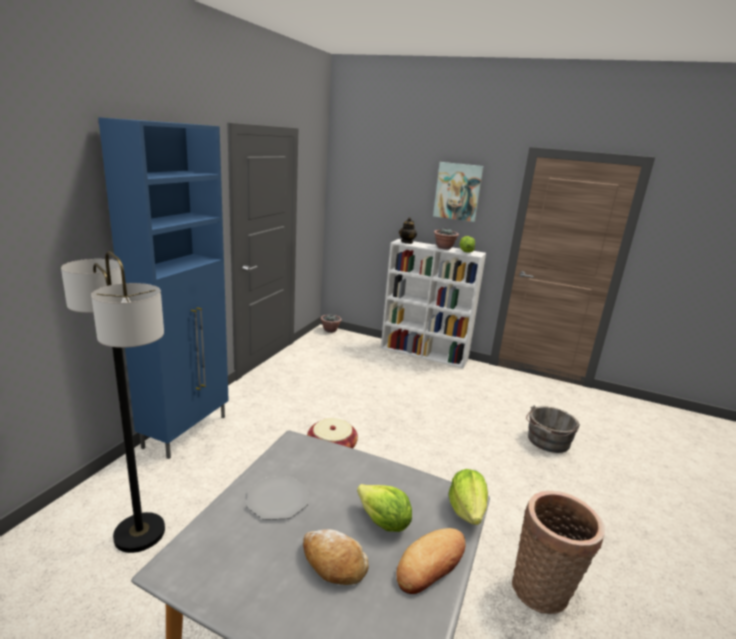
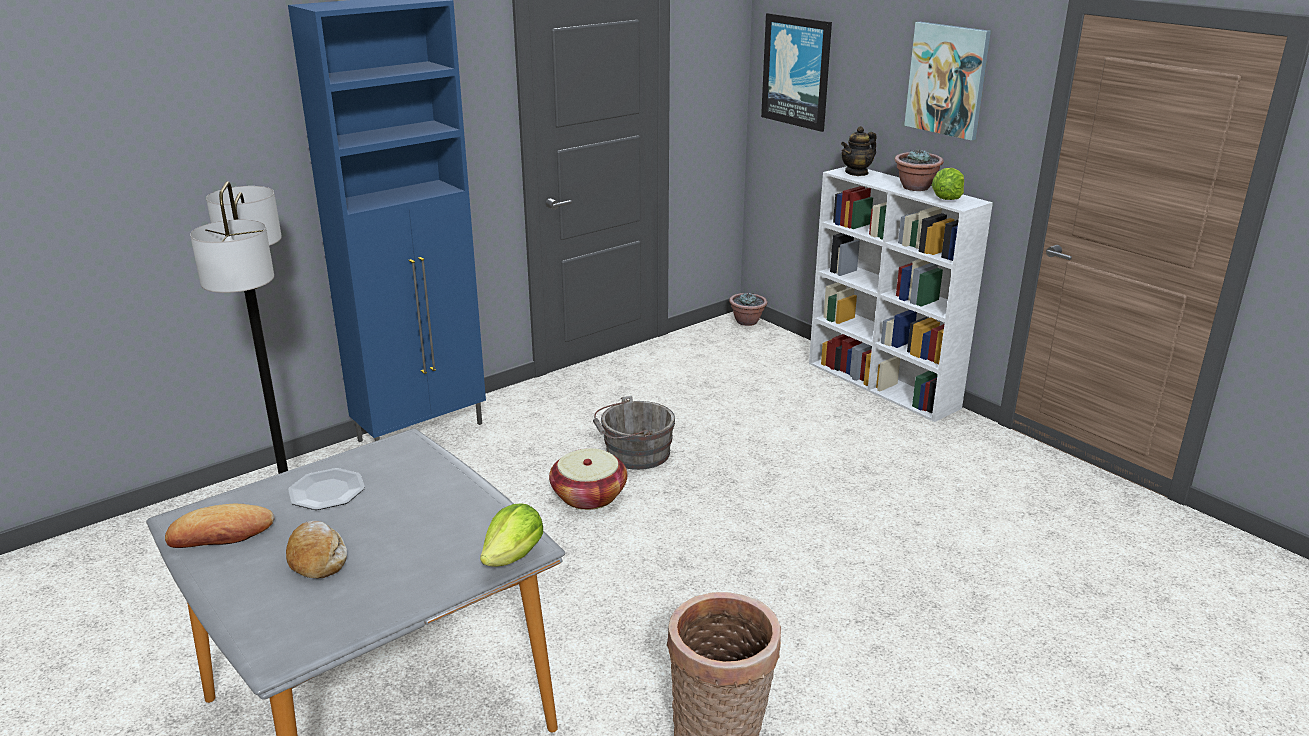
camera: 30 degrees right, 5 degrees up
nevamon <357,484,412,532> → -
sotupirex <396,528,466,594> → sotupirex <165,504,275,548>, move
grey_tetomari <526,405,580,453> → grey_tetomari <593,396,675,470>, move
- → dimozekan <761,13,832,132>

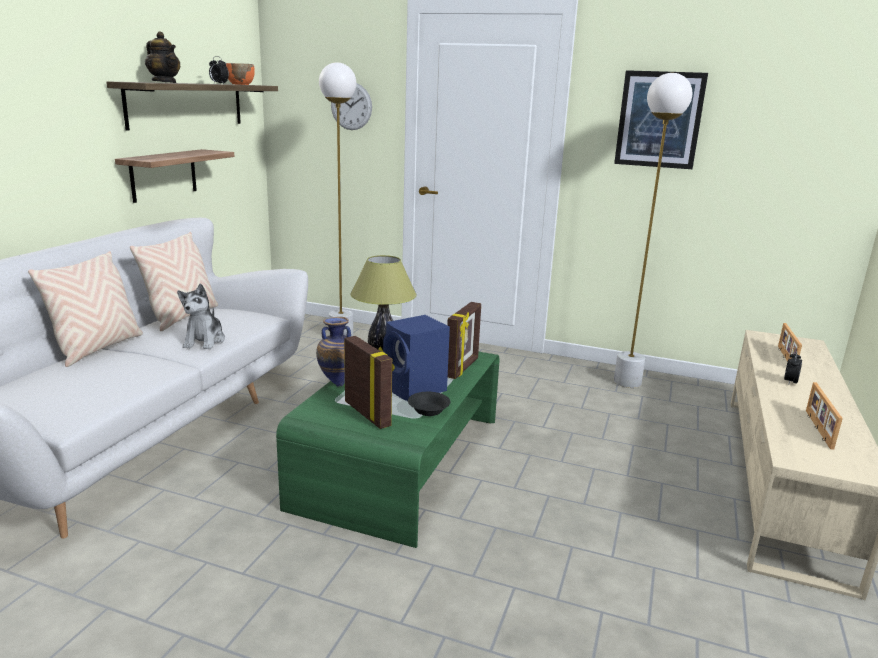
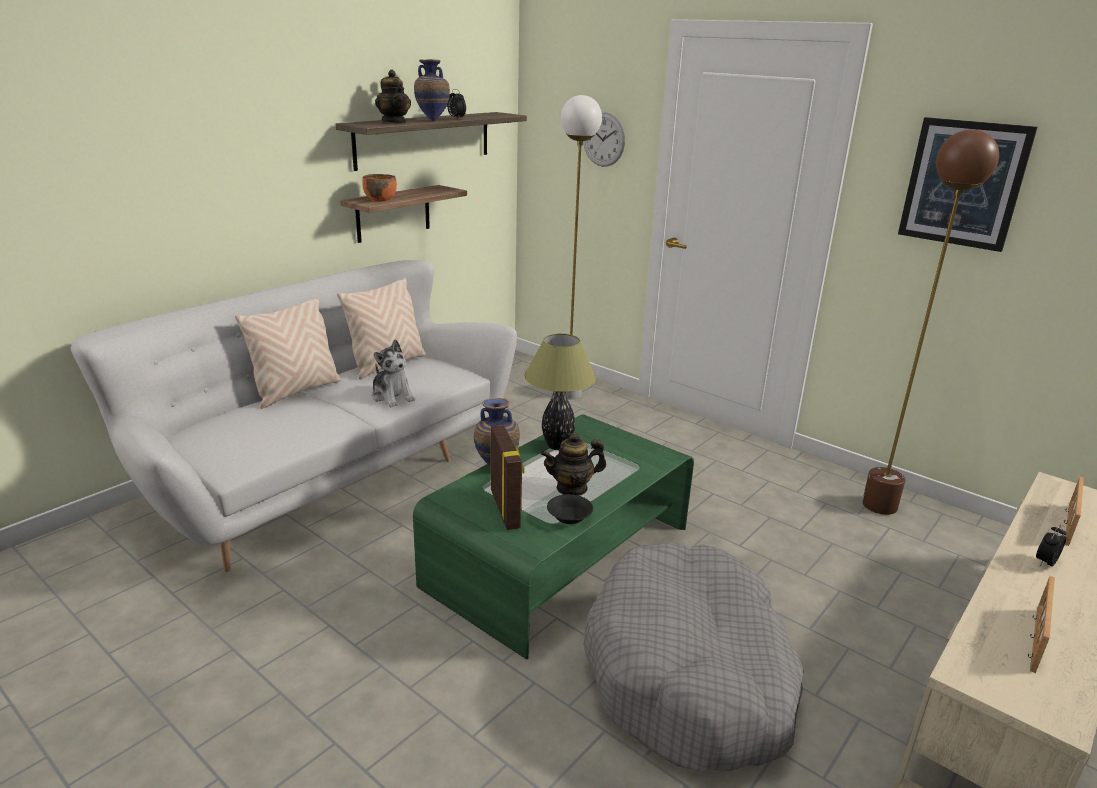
camera: 20 degrees right, 5 degrees up
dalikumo <177,283,225,349> → dalikumo <372,339,415,407>, 60 degrees counterclockwise
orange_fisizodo <226,63,255,85> → orange_fisizodo <362,174,397,202>, move
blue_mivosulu <383,315,450,401> → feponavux <541,433,606,496>
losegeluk <447,302,481,379> → -
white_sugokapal <614,73,692,388> → brown_sugokapal <862,129,999,515>
- → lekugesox <414,59,450,121>
- → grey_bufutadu <584,542,804,771>

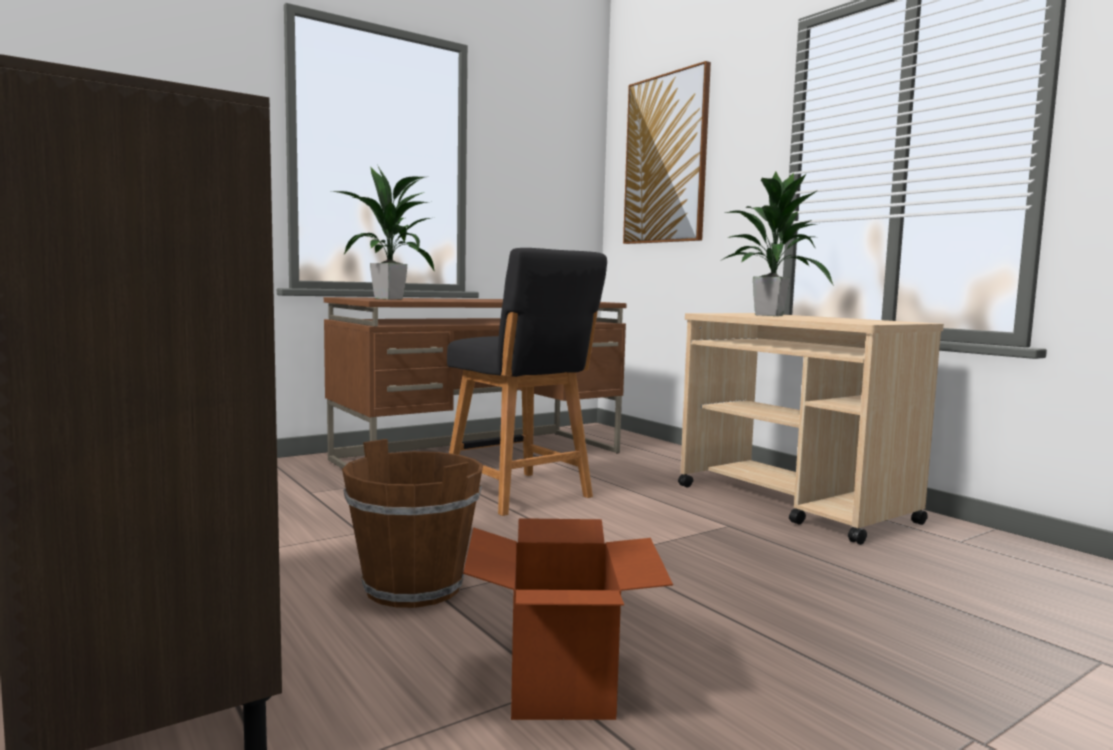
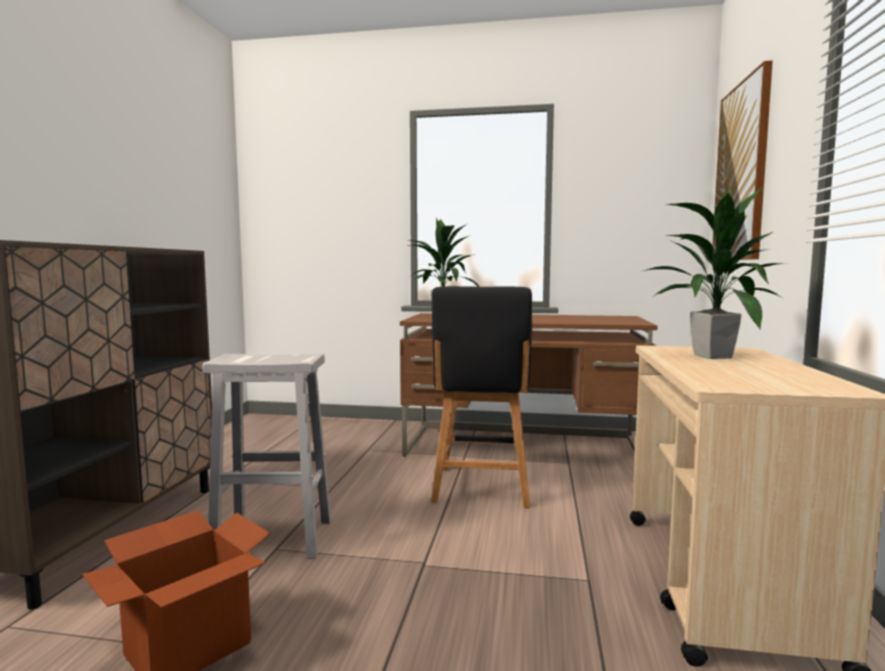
camera: 45 degrees right, 0 degrees up
brown_tetomari <342,439,483,608> → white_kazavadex <202,354,331,559>

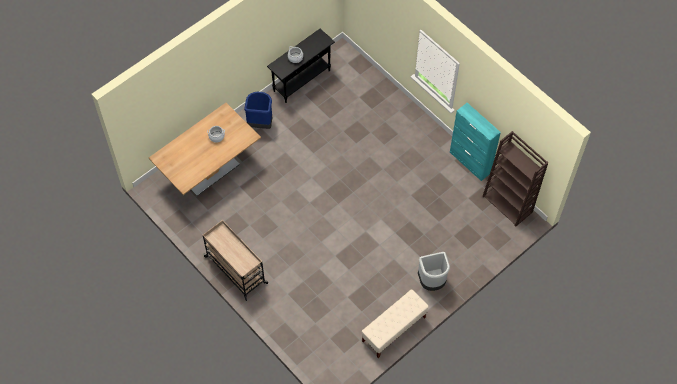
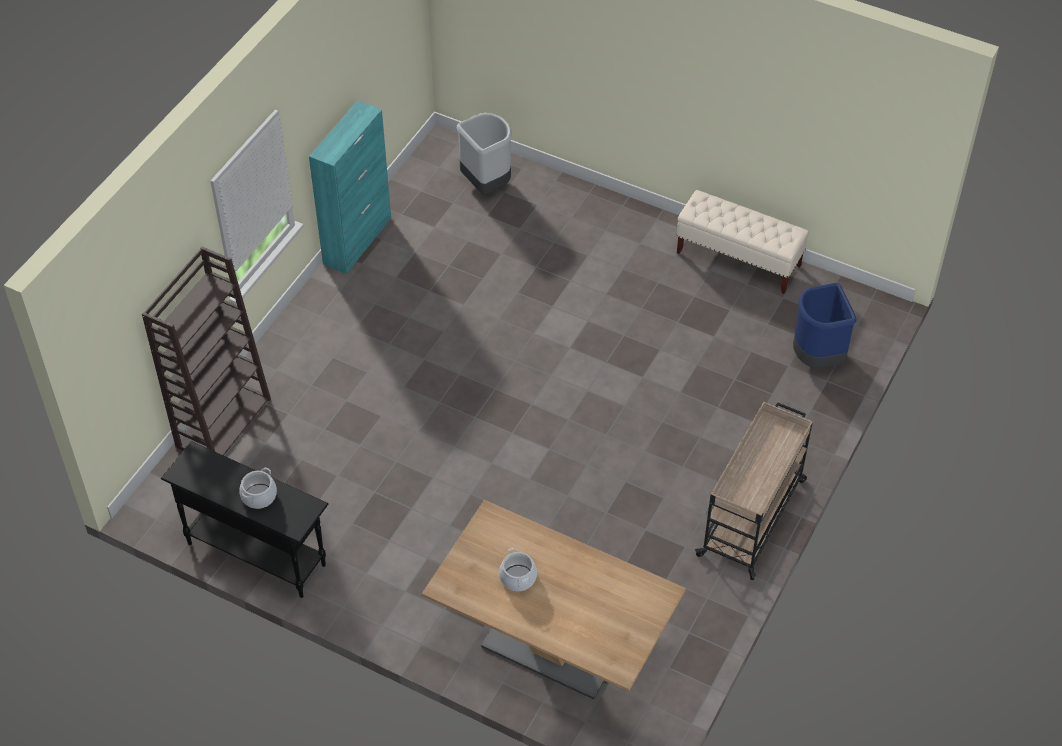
camera: 110 degrees left, 10 degrees down
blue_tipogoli <244,92,272,129> → blue_tipogoli <793,283,856,368>, move
grey_tipogoli <418,252,450,291> → grey_tipogoli <456,113,512,195>, move
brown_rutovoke <483,131,548,227> → brown_rutovoke <142,247,271,456>, move

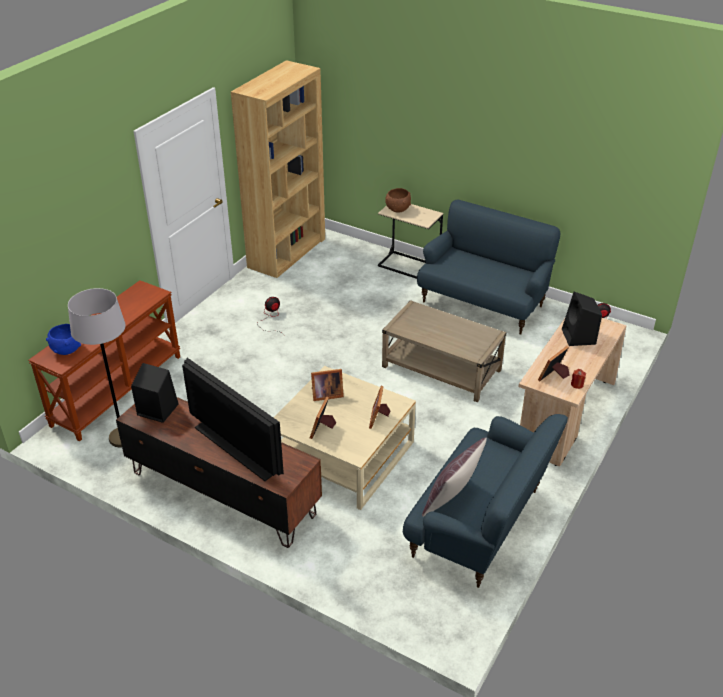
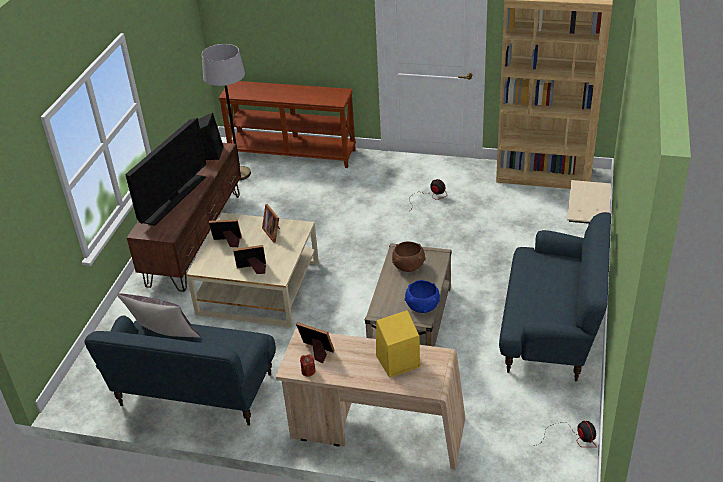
camera: 75 degrees right, 0 degrees up
blue_fisizodo <46,324,81,355> → blue_fisizodo <404,280,440,313>, move
brown_fisizodo <385,188,411,212> → brown_fisizodo <392,242,426,272>, move
black_mivosulu <562,292,602,346> → yellow_mivosulu <376,310,420,378>

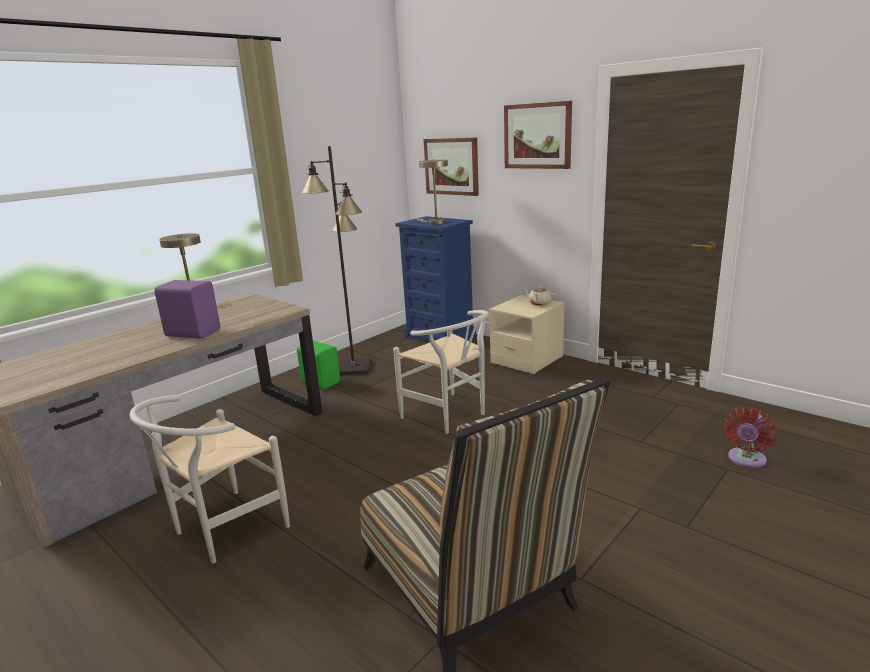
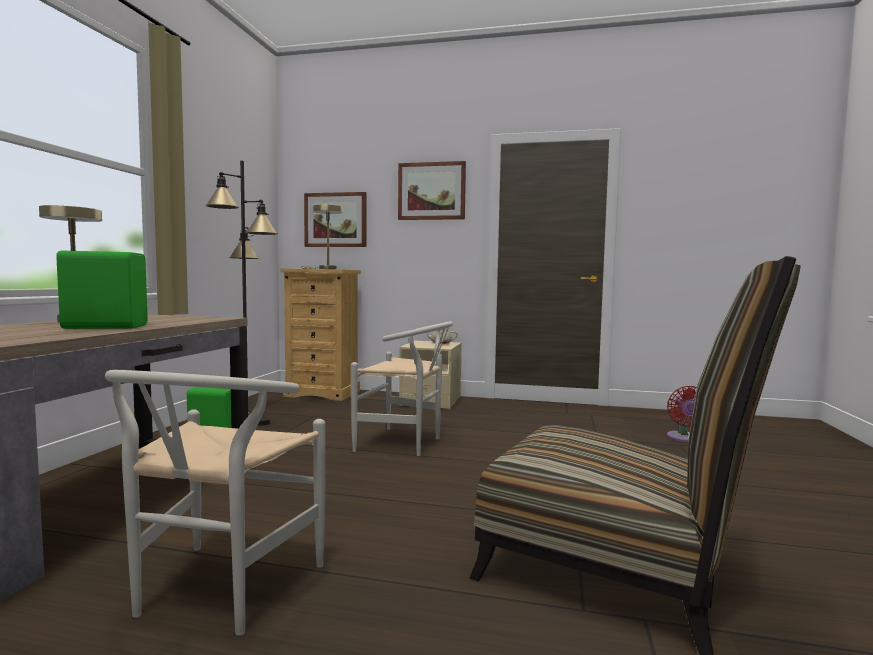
camera: 30 degrees left, 15 degrees down
purple_mivosulu <154,280,220,339> → green_mivosulu <56,251,148,329>
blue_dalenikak <395,216,476,342> → beige_dalenikak <280,269,361,401>

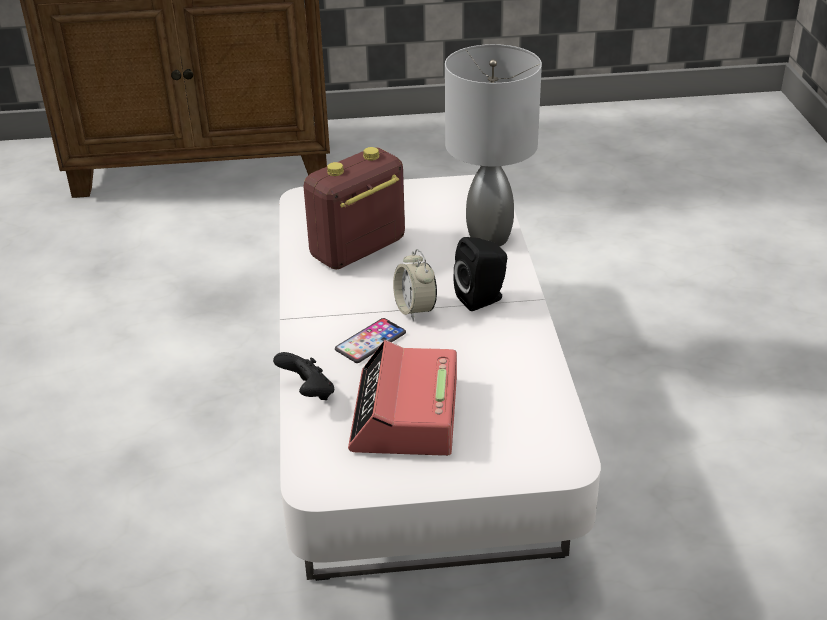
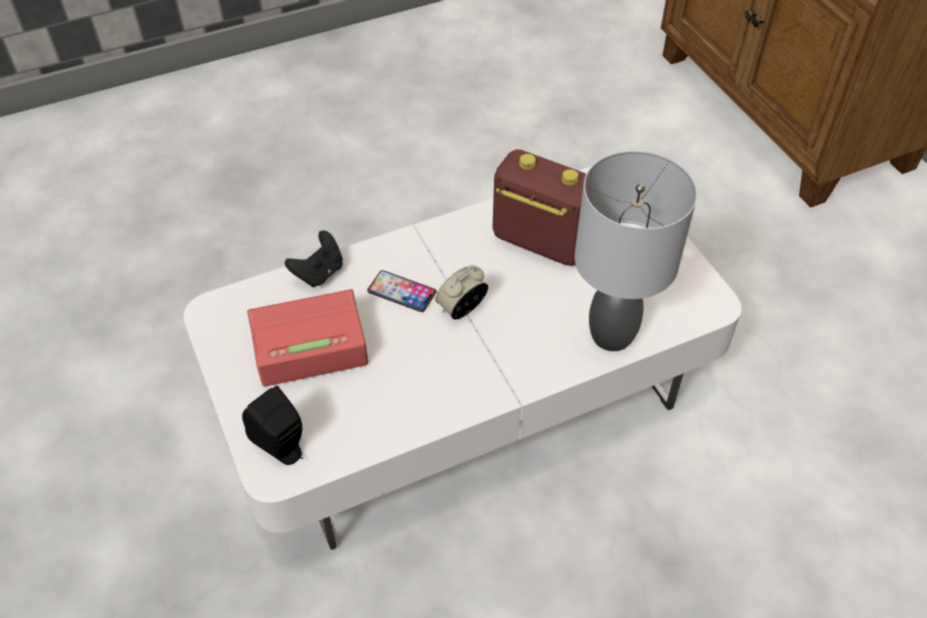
camera: 70 degrees right, 15 degrees up
black_mivosulu <453,237,507,311> → black_mivosulu <242,386,303,465>, move

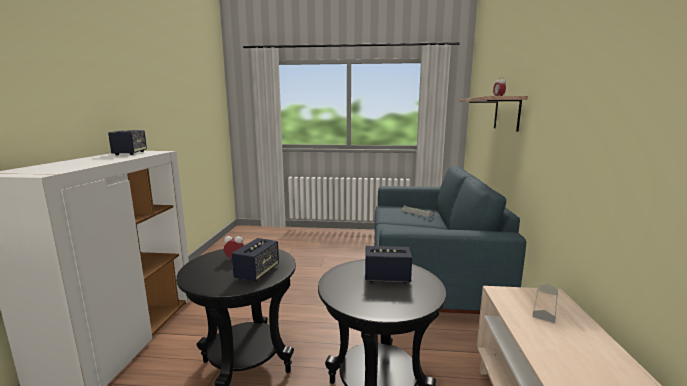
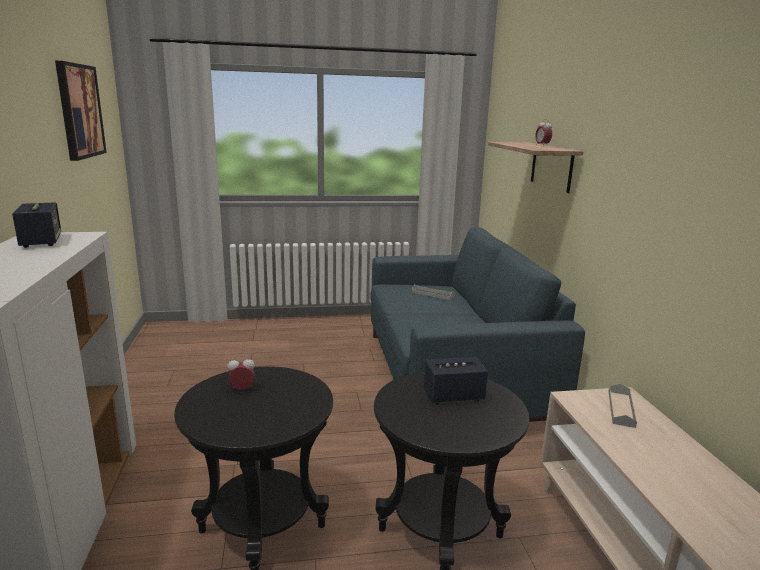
camera: 15 degrees left, 5 degrees up
mivosulu <232,238,279,282> → -
- → dimozekan <55,61,107,161>

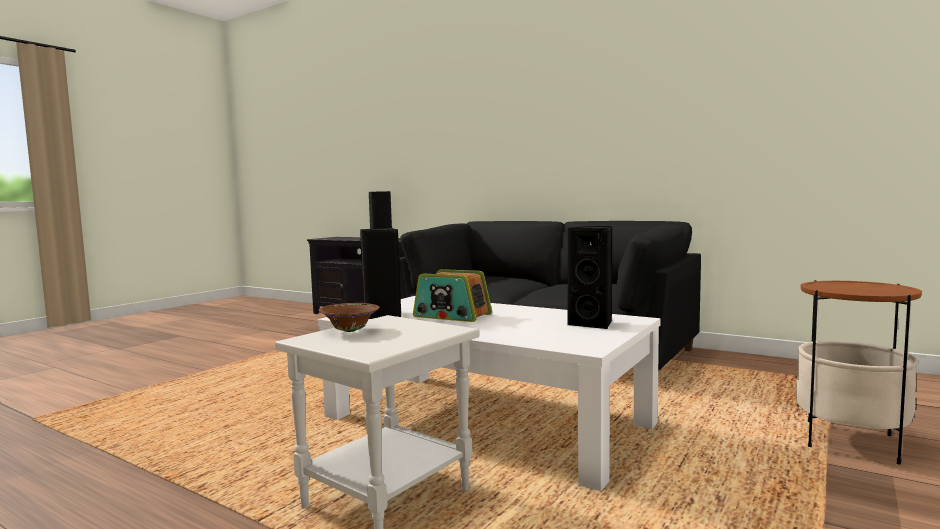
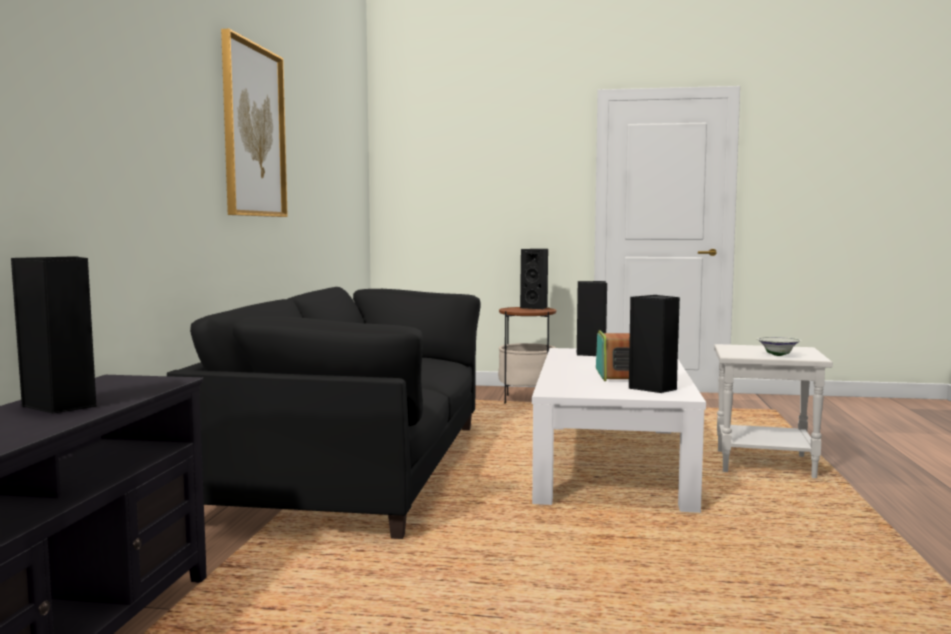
camera: 115 degrees left, 0 degrees up
brown_fisizodo <318,303,379,332> → white_fisizodo <756,337,802,356>
- → dimozekan <221,29,288,217>
- → black_mivosulu <520,249,548,309>

